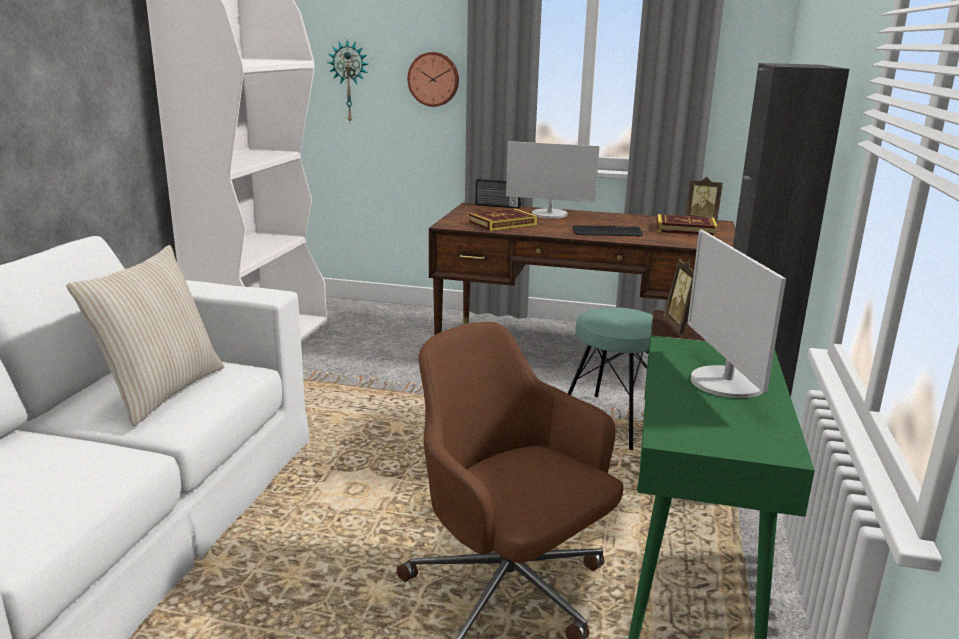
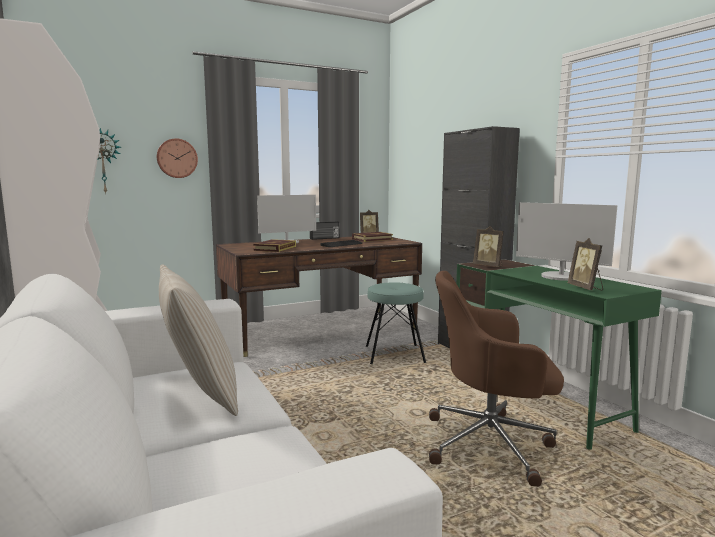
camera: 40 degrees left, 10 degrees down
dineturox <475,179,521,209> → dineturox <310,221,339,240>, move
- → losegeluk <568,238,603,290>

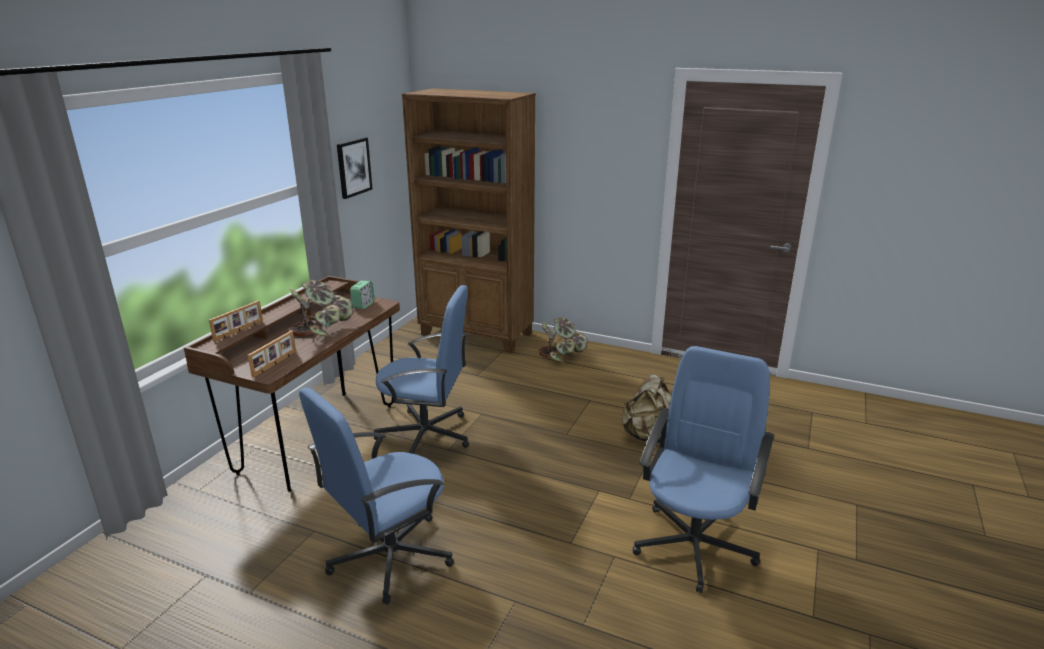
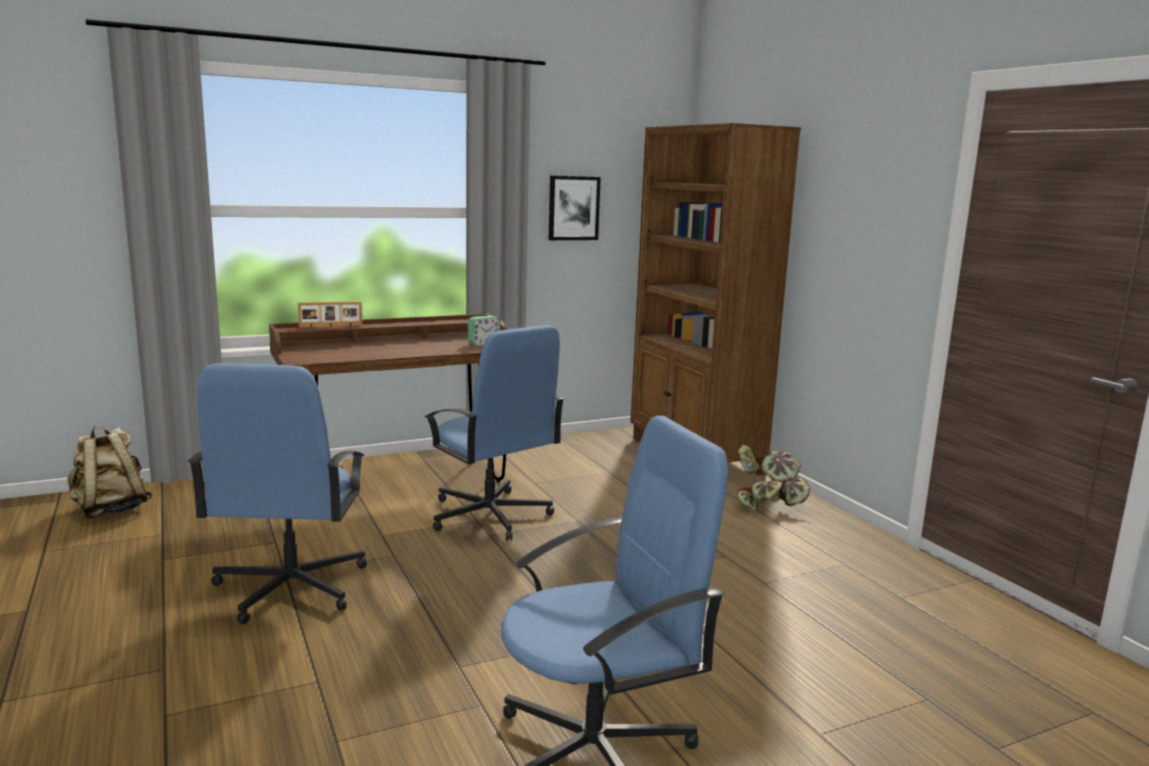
camera: 40 degrees right, 10 degrees down
losegeluk <248,331,296,378> → -
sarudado <289,280,354,337> → -
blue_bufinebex <299,388,454,604> → blue_bufinebex <188,363,367,624>, 90 degrees counterclockwise
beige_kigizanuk <621,374,671,444> → beige_kigizanuk <67,426,152,519>, move

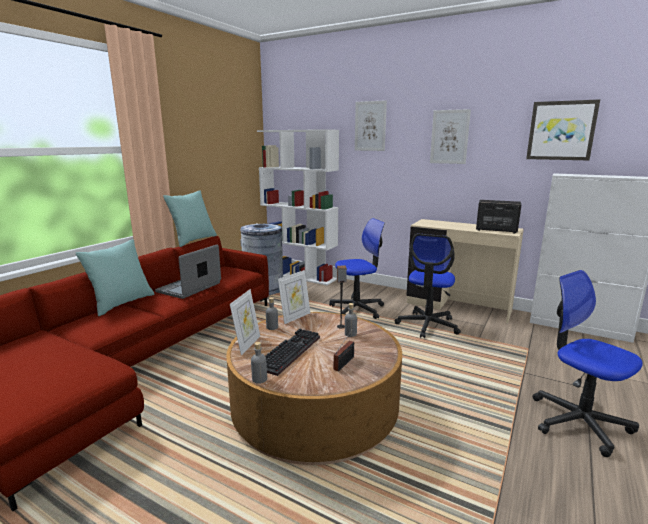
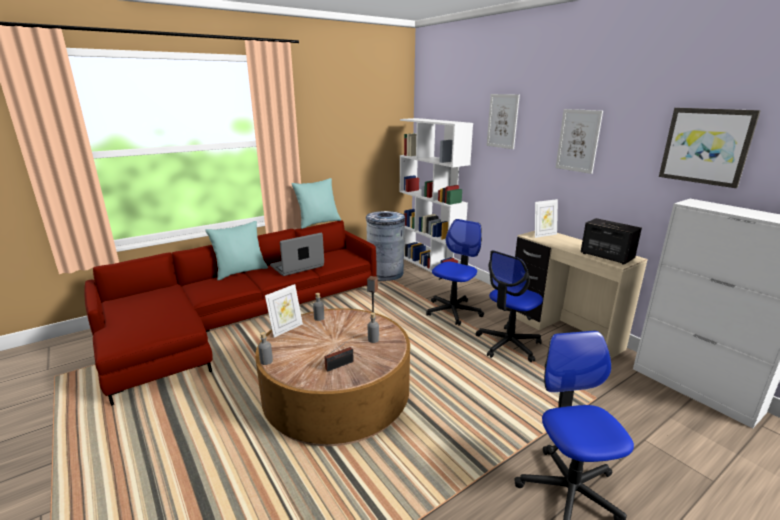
camera: 25 degrees right, 5 degrees up
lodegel <265,329,320,376> → -
losegeluk <278,270,310,324> → losegeluk <535,199,558,238>, move
bufinebex <329,218,385,319> → bufinebex <426,219,484,326>, 60 degrees counterclockwise

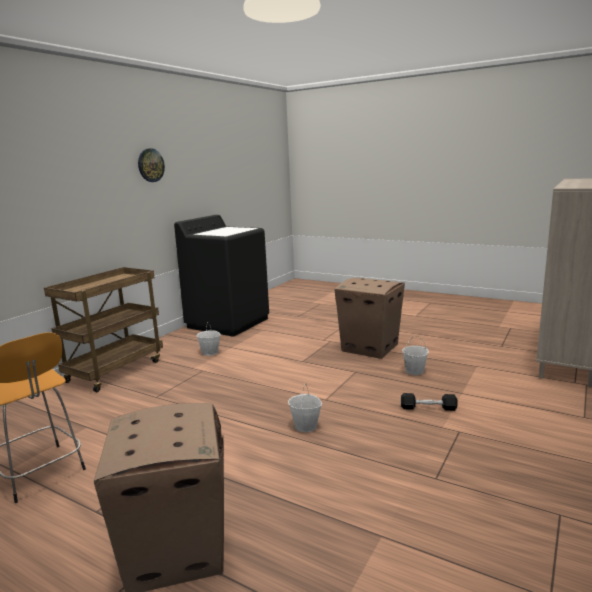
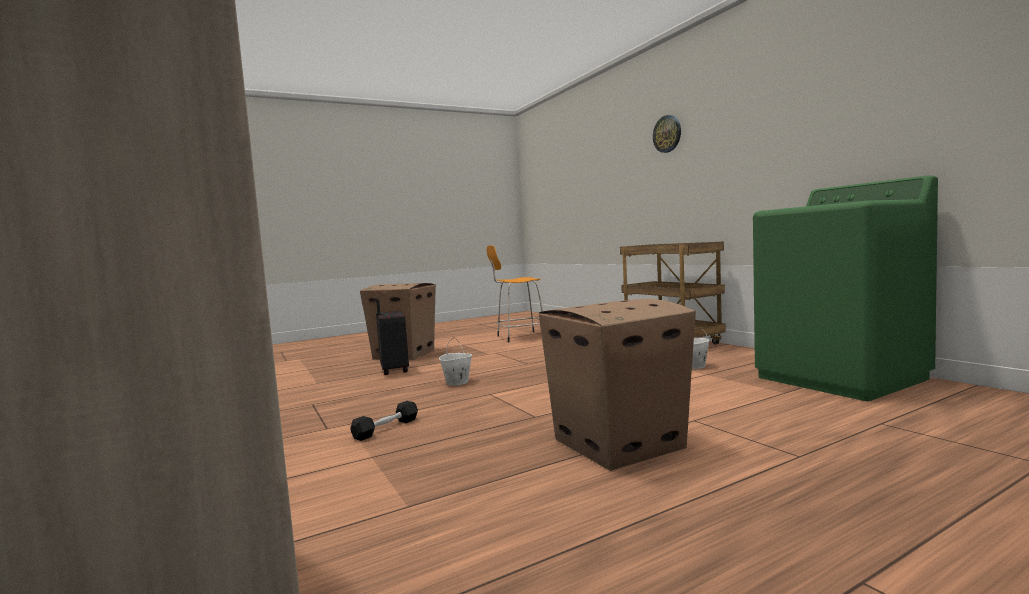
camera: 120 degrees right, 10 degrees down
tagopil <138,148,165,182> → tagopil <653,115,681,153>, move
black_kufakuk <174,215,269,336> → green_kufakuk <753,176,938,401>
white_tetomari <402,336,429,375> → -
- → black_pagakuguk <376,297,409,375>

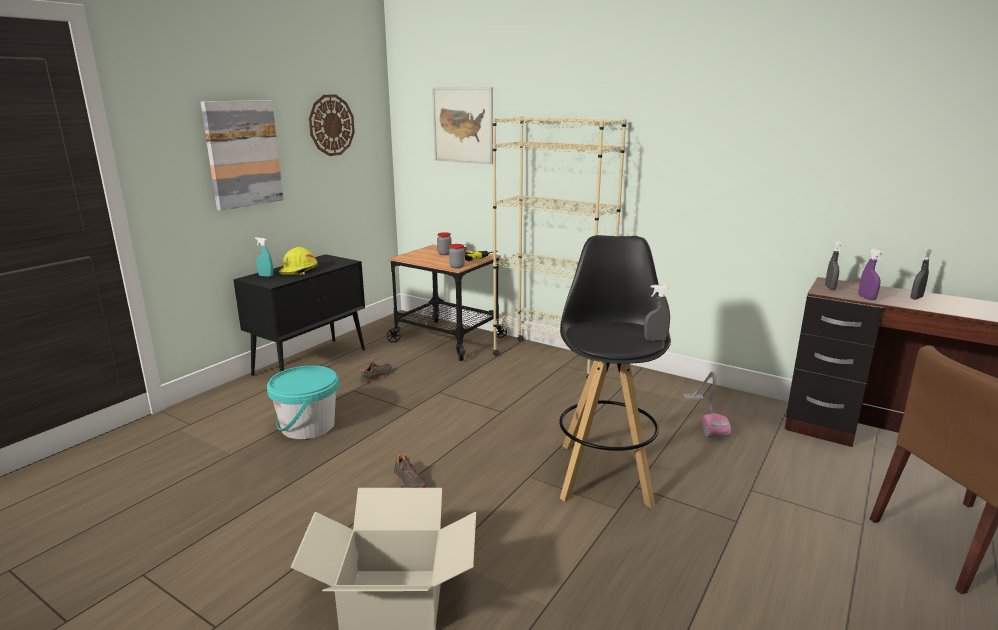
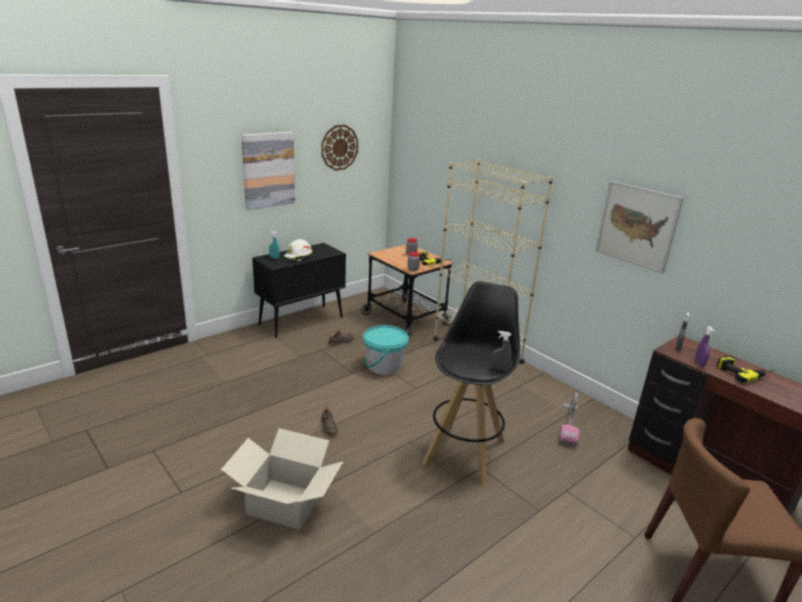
camera: 15 degrees right, 5 degrees up
turquoise_tetomari <267,365,339,439> → turquoise_tetomari <363,325,409,375>, move
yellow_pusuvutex <279,247,318,275> → white_pusuvutex <284,239,312,261>
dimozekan <432,87,493,164> → dimozekan <595,181,683,274>, move
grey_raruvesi <910,249,932,300> → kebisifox <717,356,775,383>

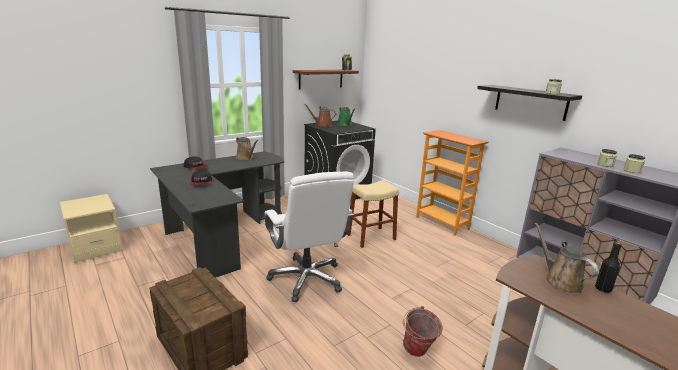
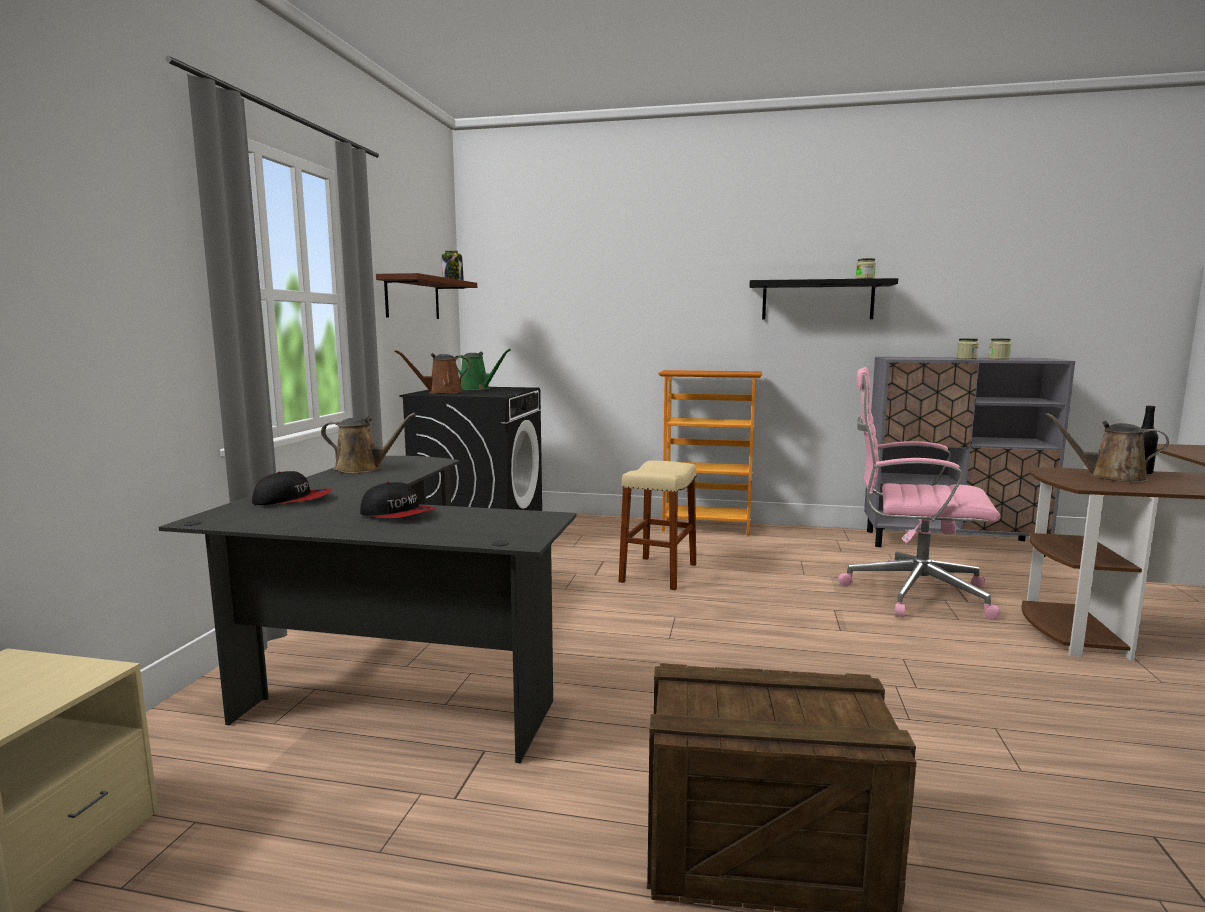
camera: 40 degrees left, 10 degrees down
white_bufinebex <265,171,354,302> → -
tetomari <403,306,443,357> → -
- → pink_bufinebex <838,367,1001,620>

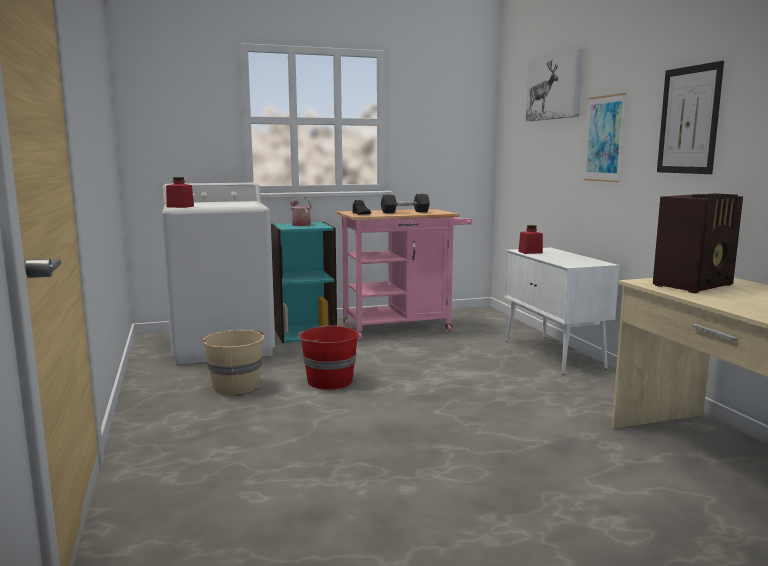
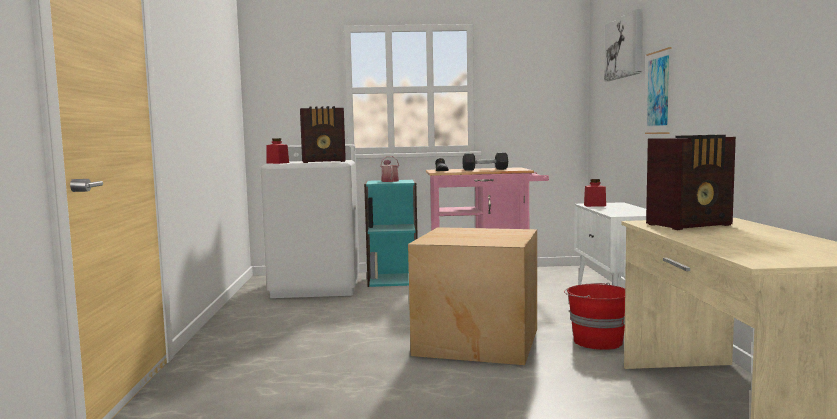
camera: 15 degrees right, 5 degrees down
beige_tetomari <201,330,264,395> → -
red_tetomari <297,325,359,390> → red_tetomari <564,283,625,350>, move
dimozekan <657,61,724,174> → -
- → dineturox <300,106,346,163>
- → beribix <408,227,537,365>

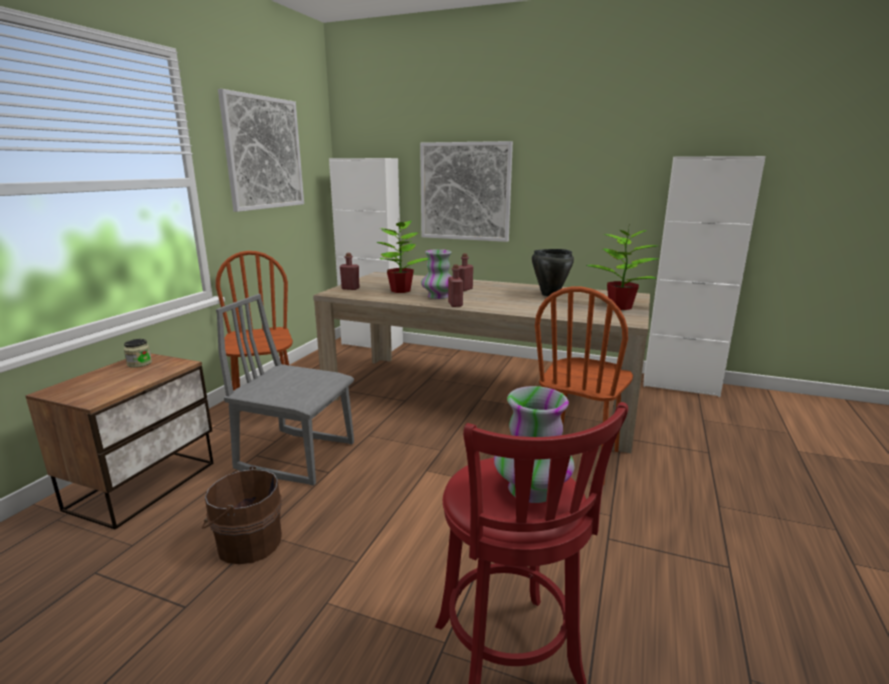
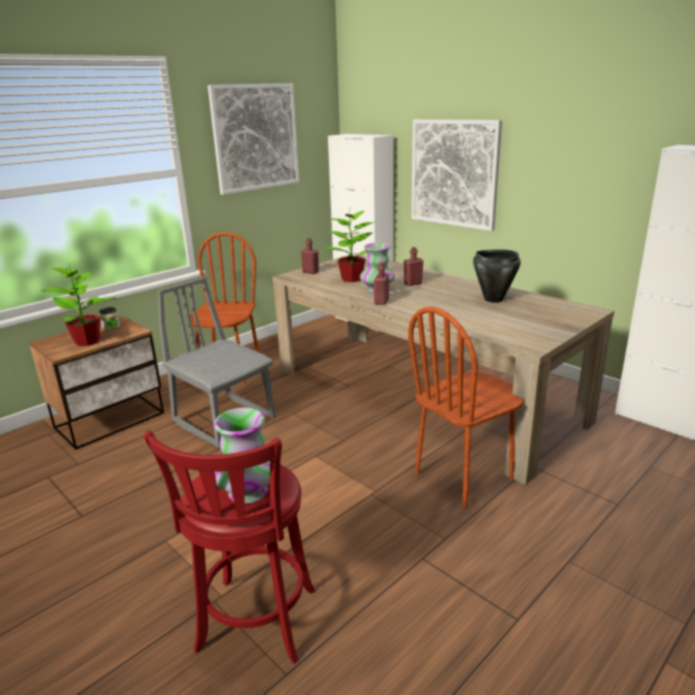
camera: 25 degrees right, 5 degrees up
brown_tetomari <202,466,282,564> → -
sarudado <586,227,658,310> → sarudado <41,266,117,346>, move

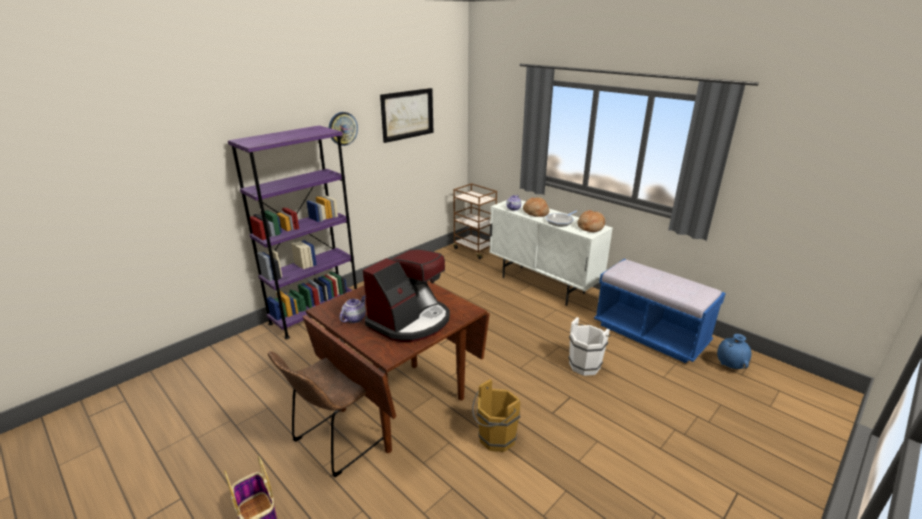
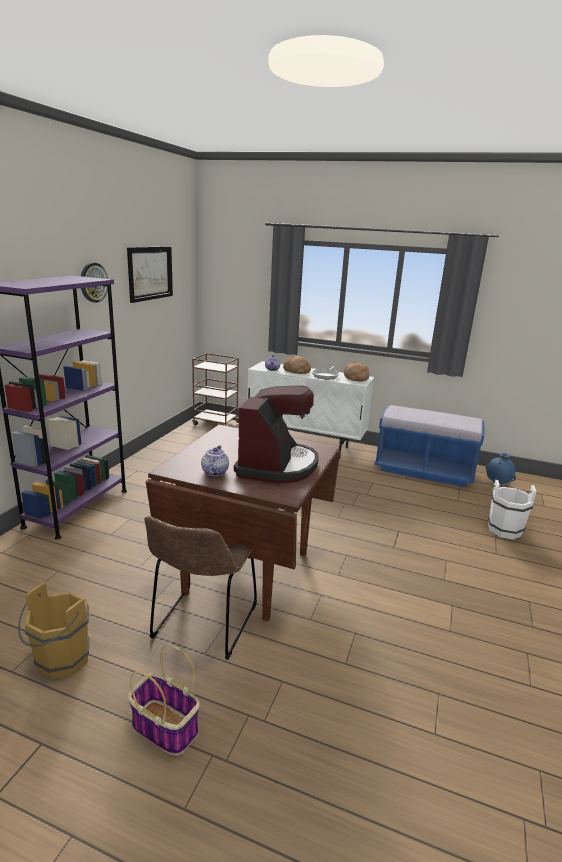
camera: 25 degrees left, 5 degrees down
brown_tetomari <472,379,520,452> → brown_tetomari <18,582,89,679>, move
white_tetomari <568,317,610,376> → white_tetomari <488,480,537,540>, move

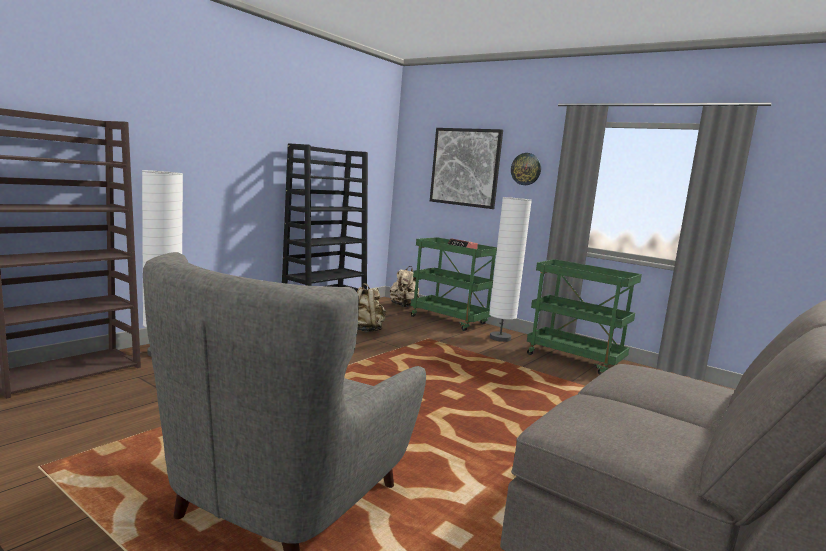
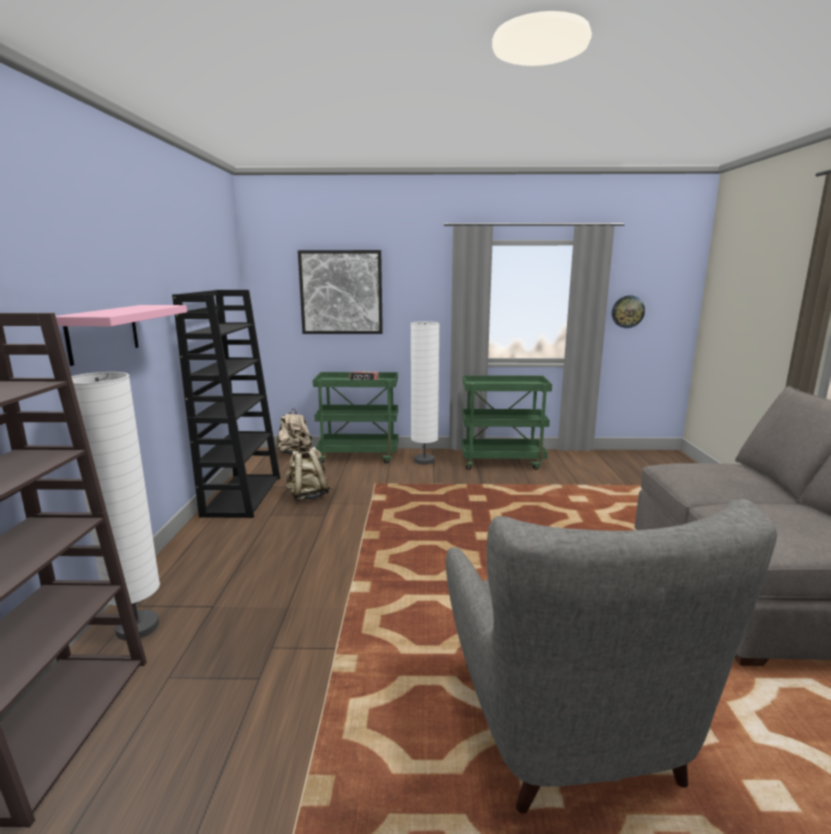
camera: 35 degrees left, 5 degrees up
tagopil <511,153,541,185> → tagopil <612,295,645,328>, move
- → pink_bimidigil <56,305,187,366>

